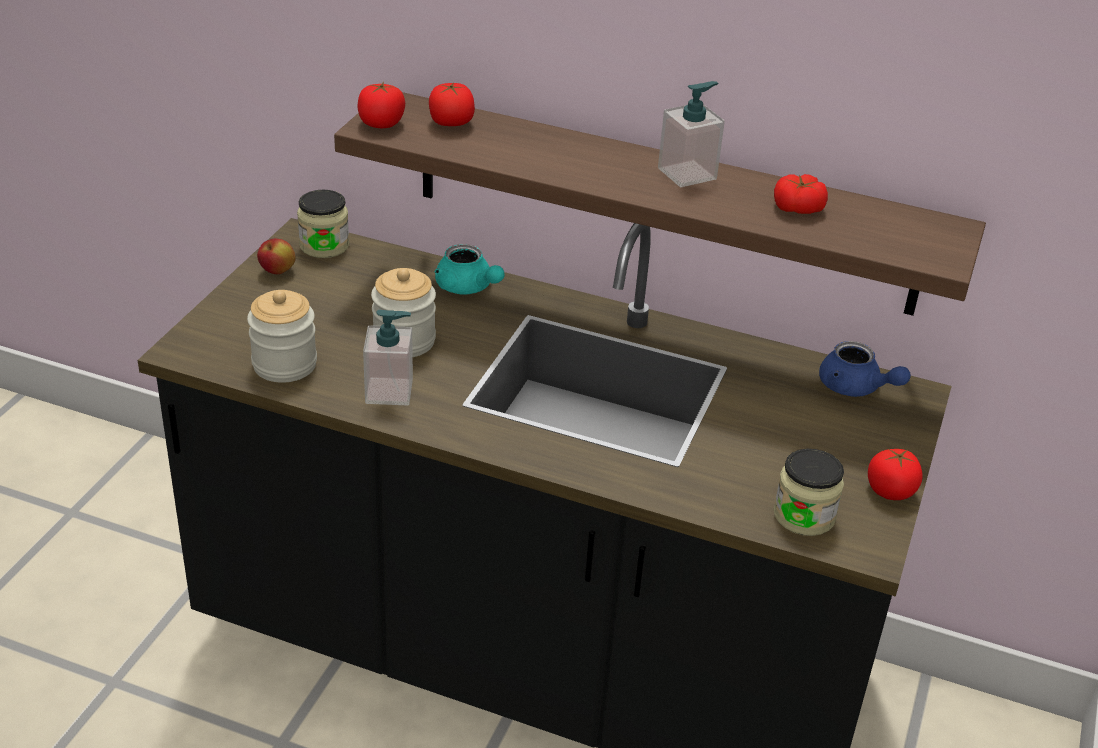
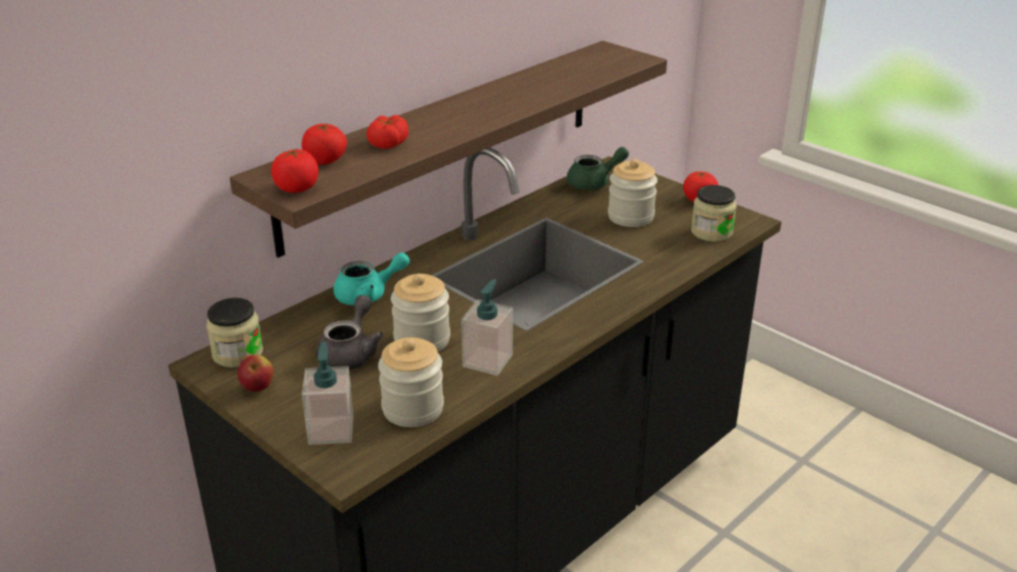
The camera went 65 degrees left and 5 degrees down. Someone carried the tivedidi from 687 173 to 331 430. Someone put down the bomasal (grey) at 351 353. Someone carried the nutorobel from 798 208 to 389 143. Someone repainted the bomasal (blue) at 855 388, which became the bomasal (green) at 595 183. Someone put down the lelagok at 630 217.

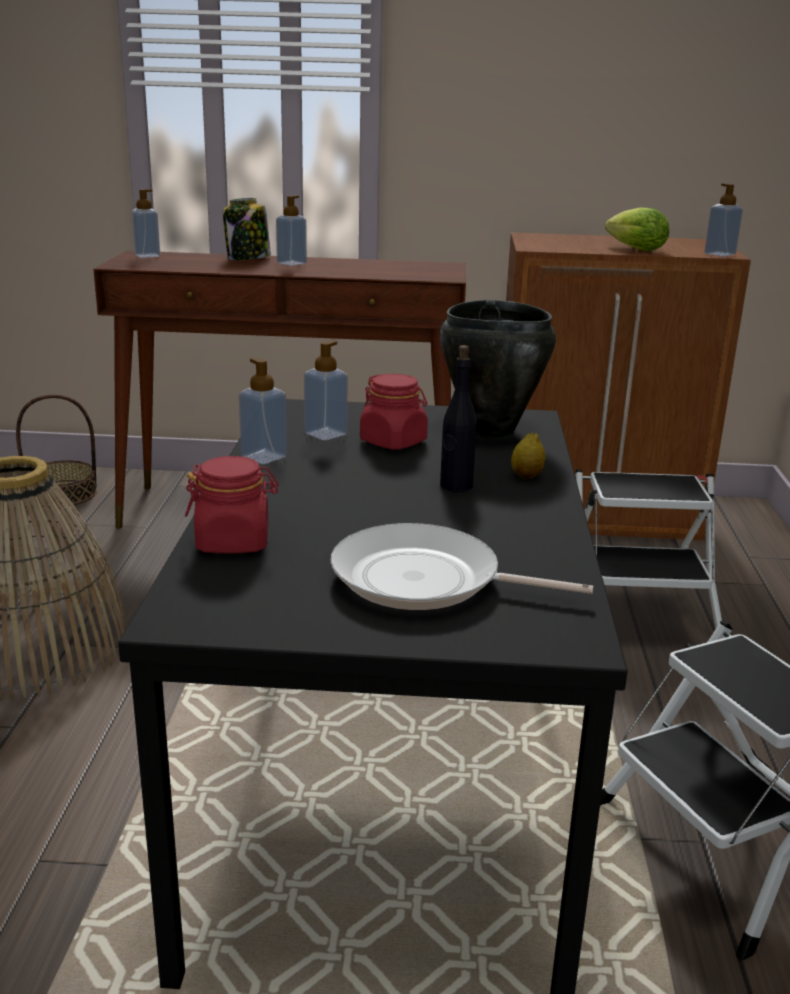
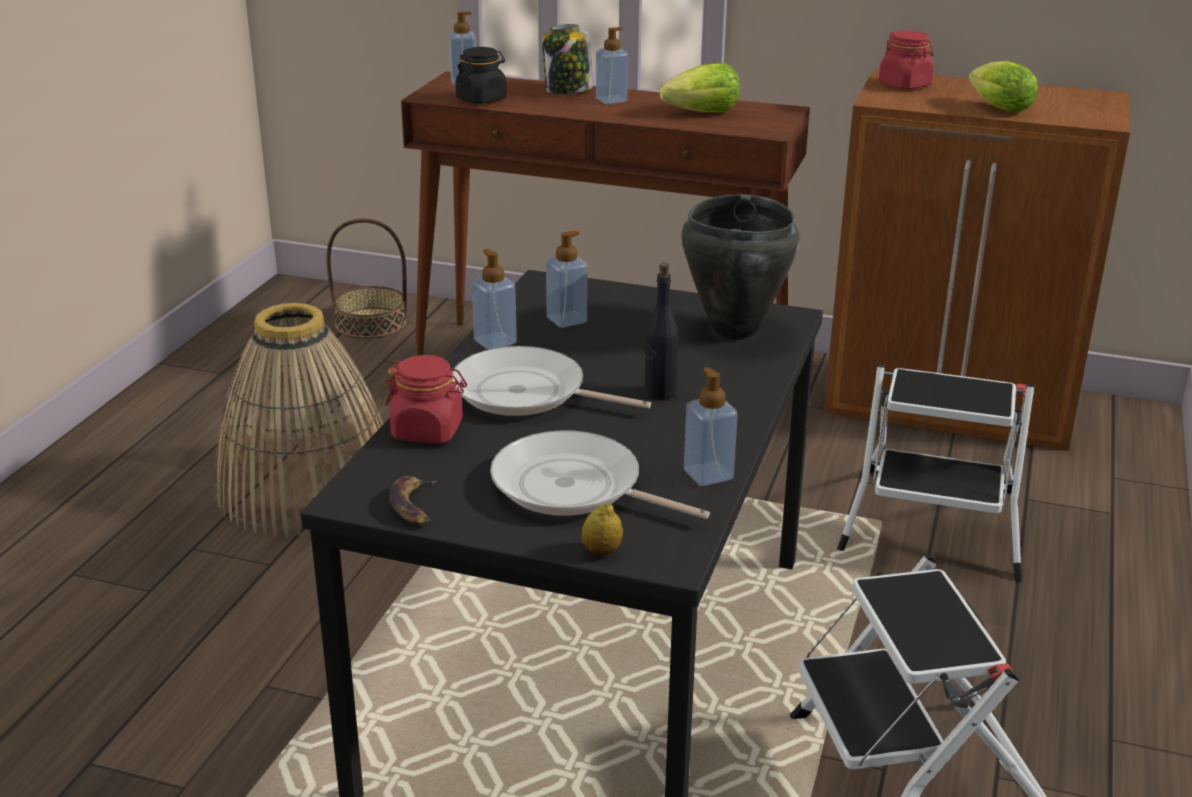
The camera went 15 degrees right and 5 degrees up. Someone put down the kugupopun at 414 506. Someone put down the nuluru at 526 393. Someone put down the lelagok (black) at 481 99. Someone carried the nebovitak from 526 476 to 602 551. Someone put down the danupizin at 703 113. Someone carried the tivedidi from 719 254 to 708 474. Someone carried the lelagok (red) from 393 442 to 905 85.

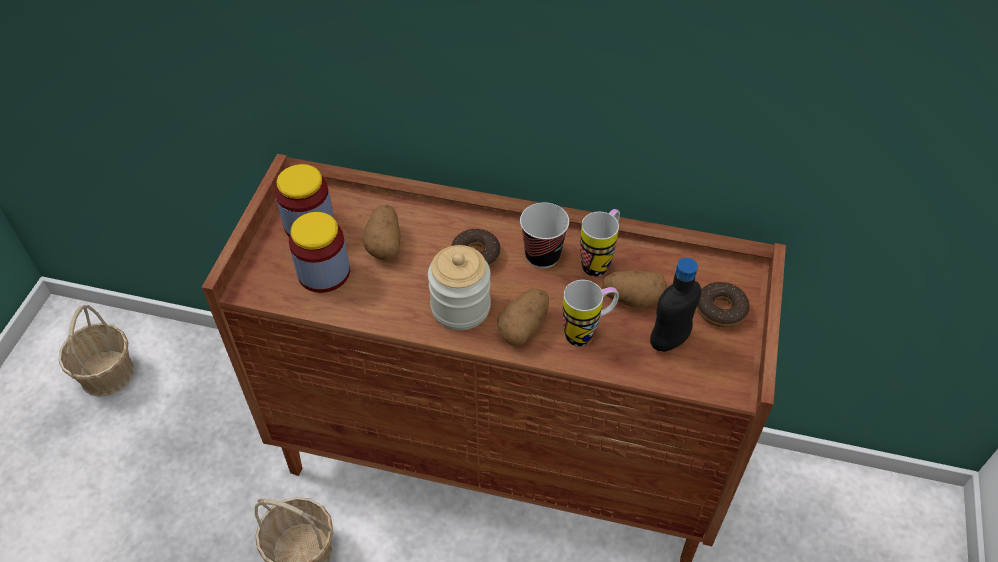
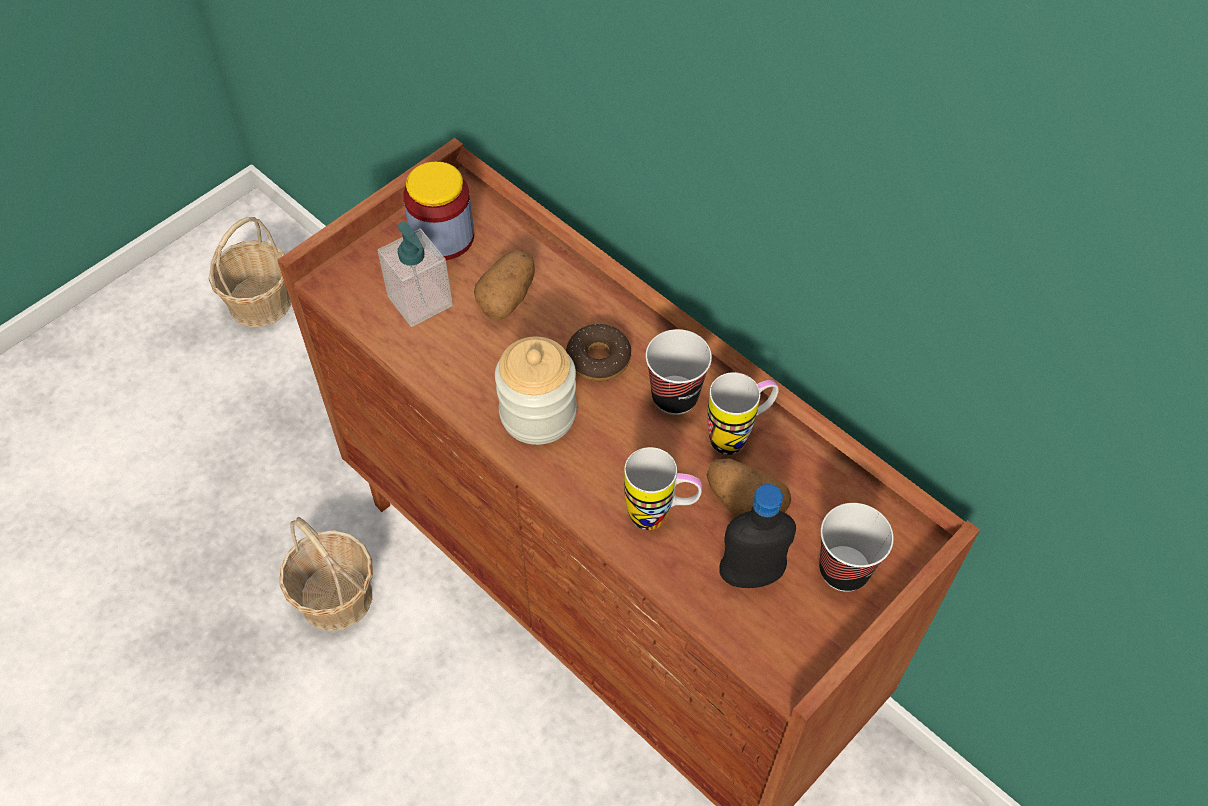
The camera went 30 degrees right and 5 degrees up. Someone swapped the lelagok at 324 272 for the tivedidi at 420 301. Someone swapped the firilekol at 721 310 for the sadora at 844 570. Someone took away the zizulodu at 524 327.

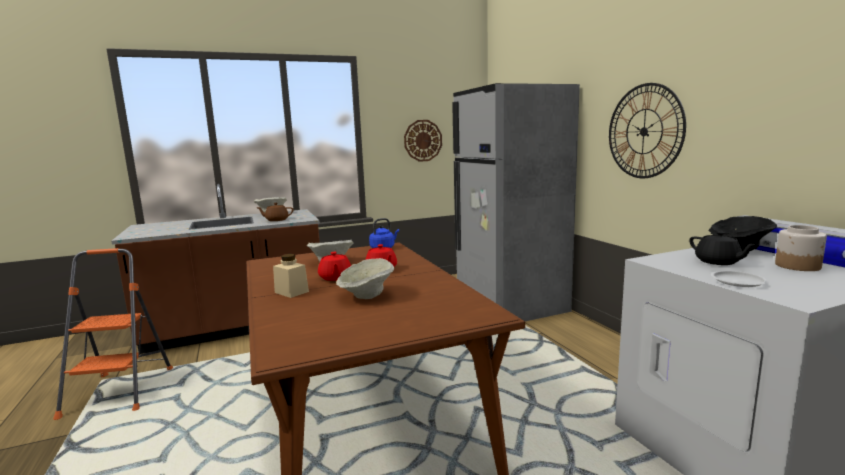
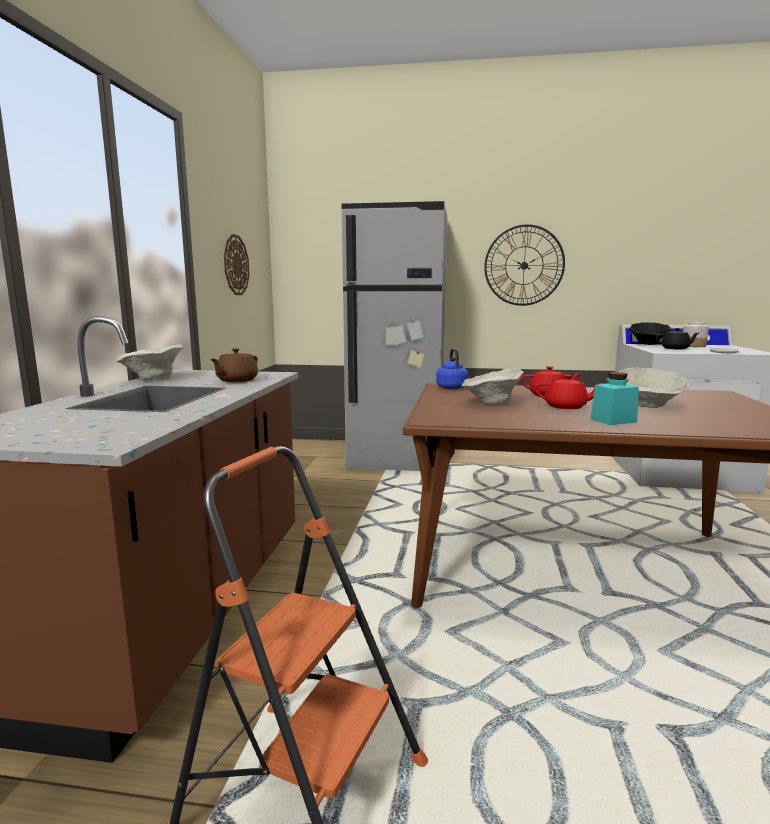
The camera went 60 degrees left and 0 degrees up. Someone repainted the lelagok (beige) at 291 292, which became the lelagok (turquoise) at 613 420.

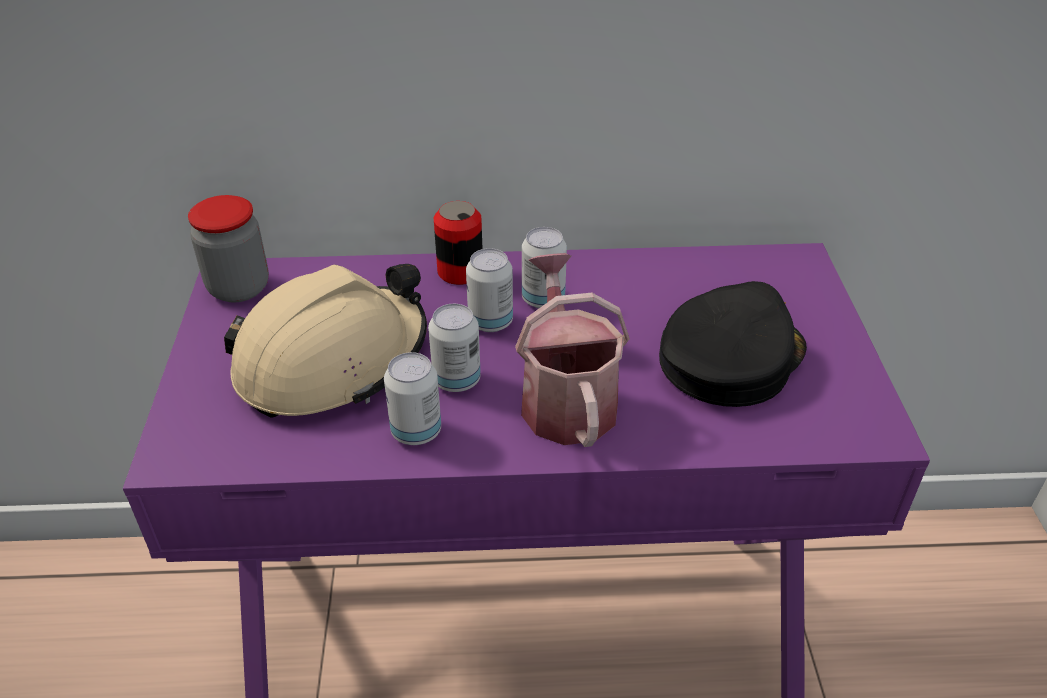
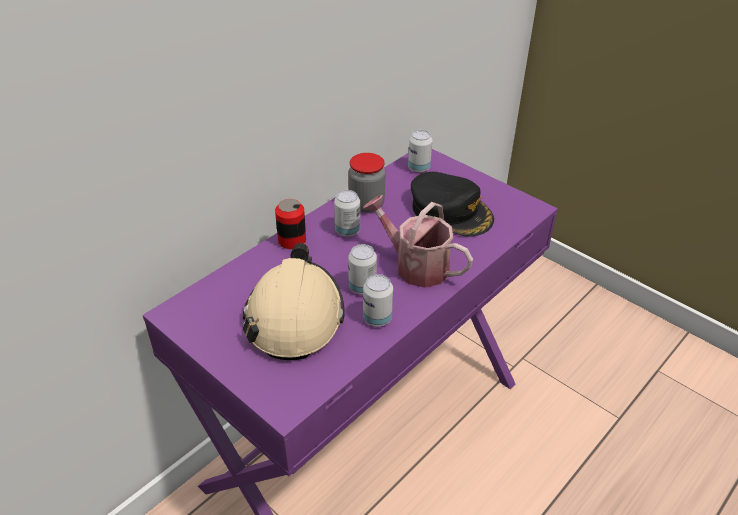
The camera went 45 degrees left and 0 degrees up. Someone carried the lelagok from 239 288 to 366 204. Someone carried the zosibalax from 490 322 to 419 168. Someone rotated the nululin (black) at 729 357 by 135 degrees clockwise.

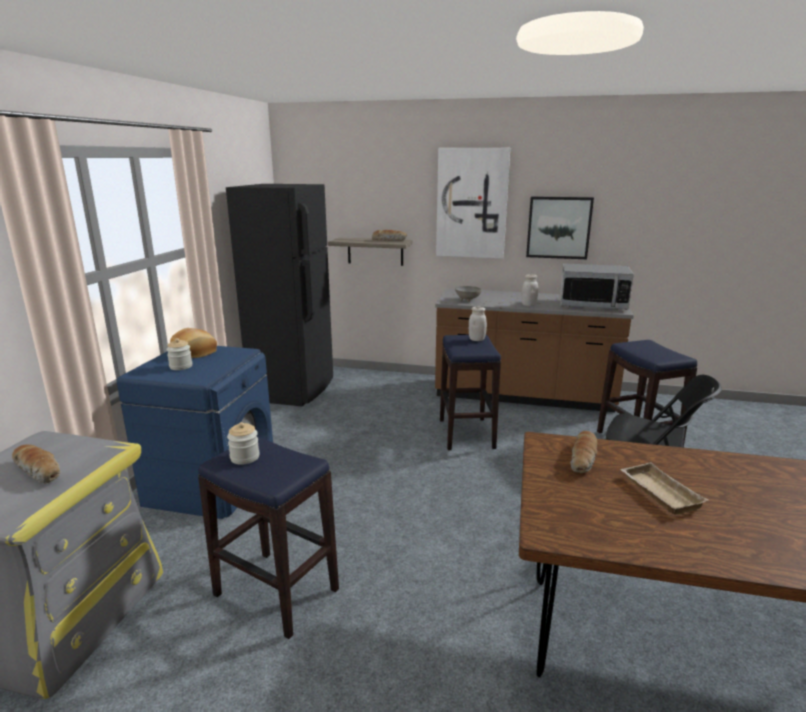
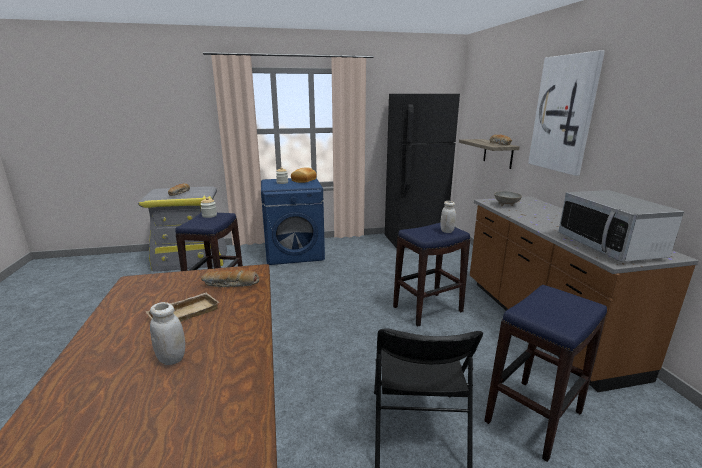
The camera went 65 degrees right and 0 degrees up. Someone carried the lelagok (white) from 528 305 to 171 358. Someone took away the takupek at 558 227.

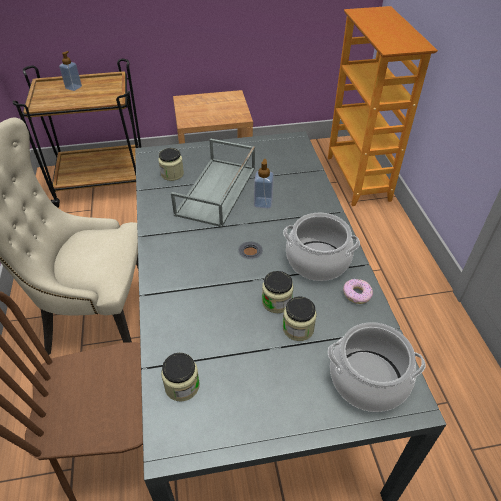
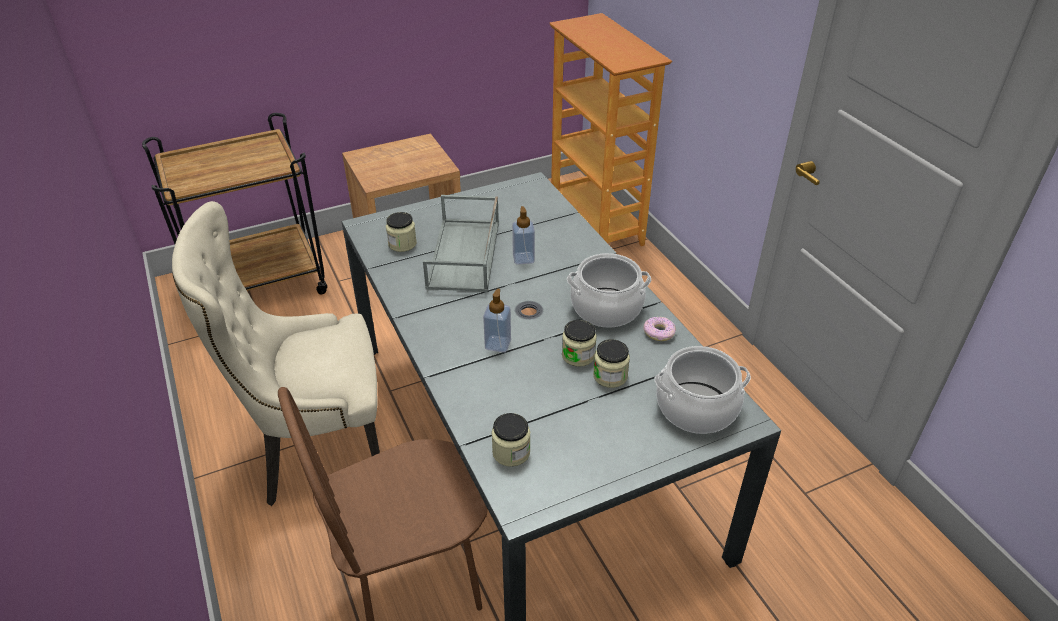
The camera went 15 degrees left and 5 degrees down. Someone carried the tivedidi from 73 87 to 498 344.

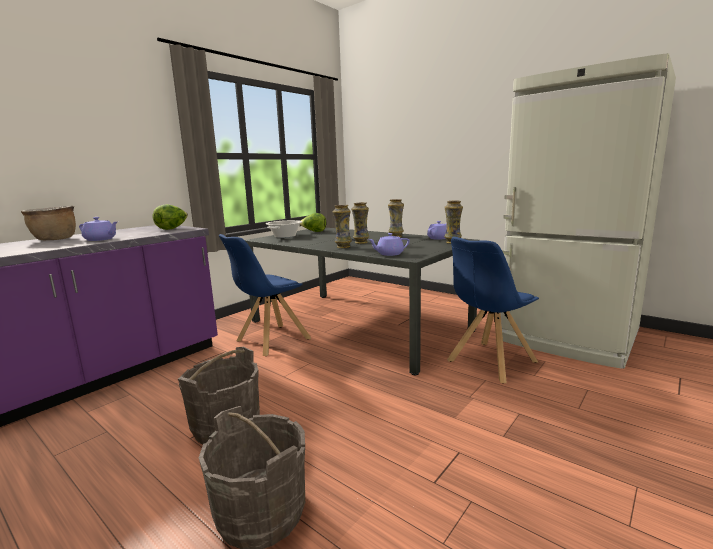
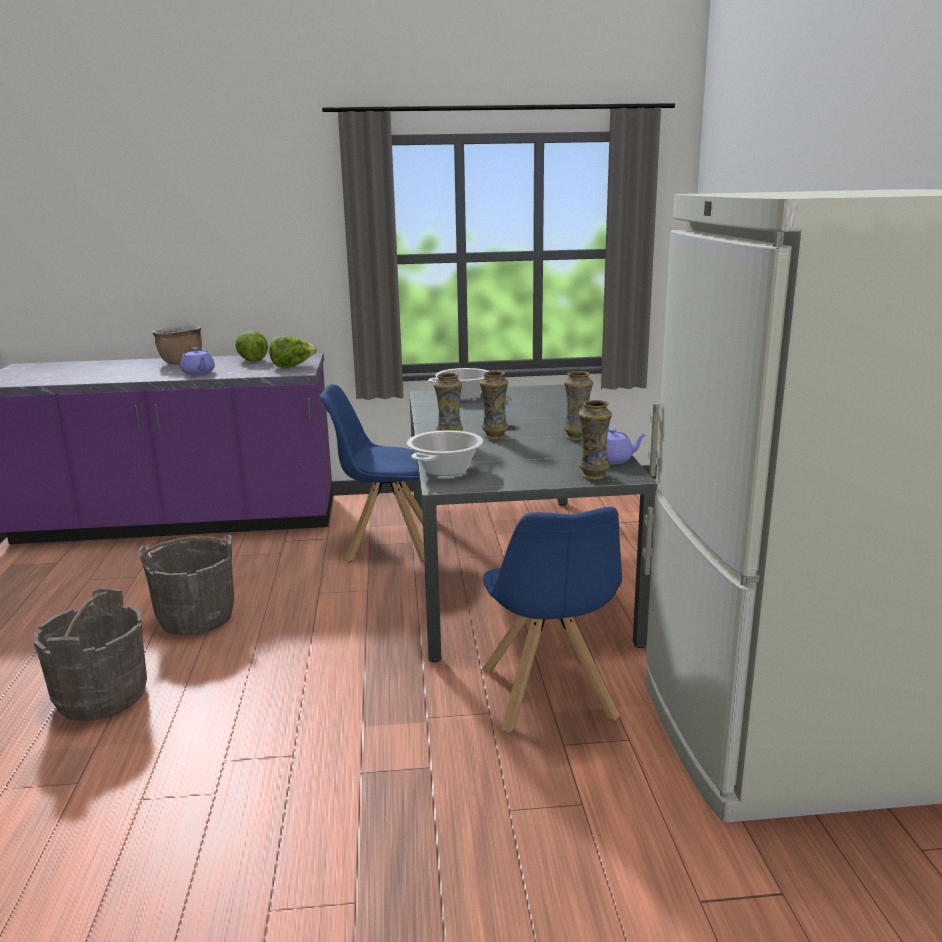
The camera went 45 degrees right and 5 degrees up. Someone carried the danupizin from 314 232 to 251 360. Someone swapped the bomasal (purple) at 389 254 for the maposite at 446 469. Someone rotated the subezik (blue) at 489 362 by 105 degrees counterclockwise.

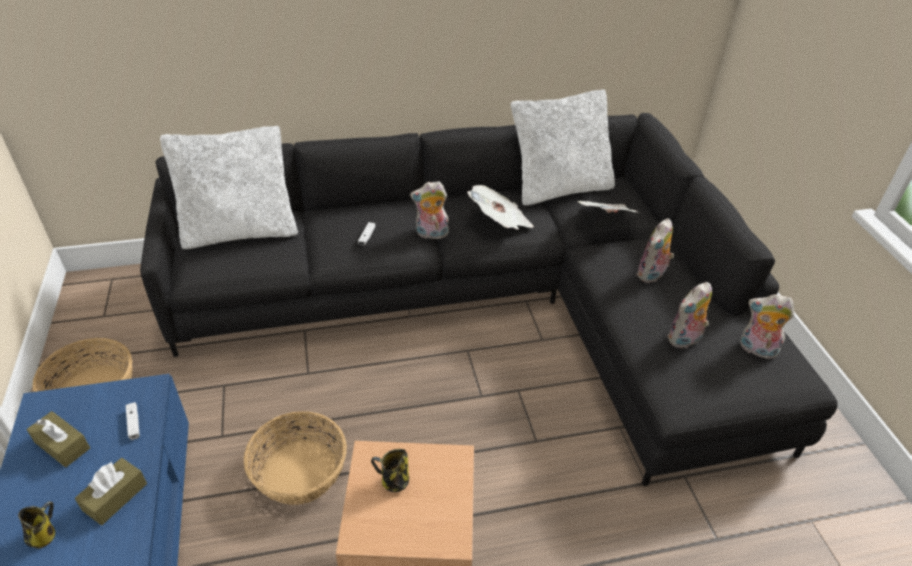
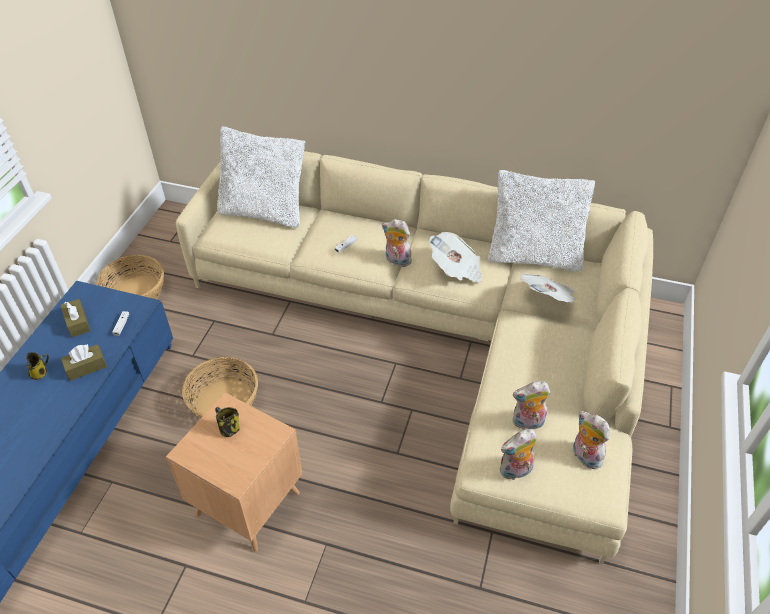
The camera went 30 degrees right and 5 degrees up. Someone repainted the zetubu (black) at 495 305, which became the zetubu (beige) at 443 335. Someone carried the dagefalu from 652 275 to 515 471.

